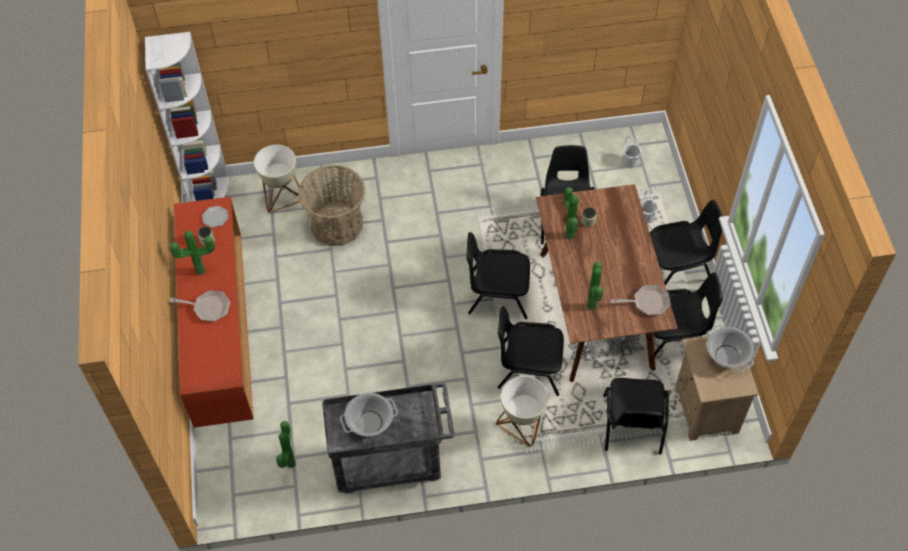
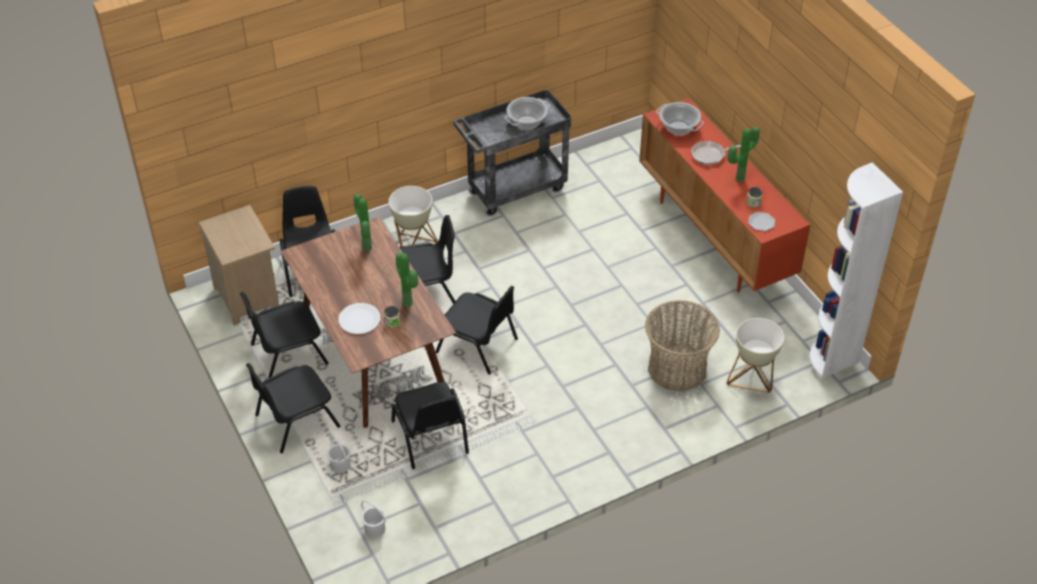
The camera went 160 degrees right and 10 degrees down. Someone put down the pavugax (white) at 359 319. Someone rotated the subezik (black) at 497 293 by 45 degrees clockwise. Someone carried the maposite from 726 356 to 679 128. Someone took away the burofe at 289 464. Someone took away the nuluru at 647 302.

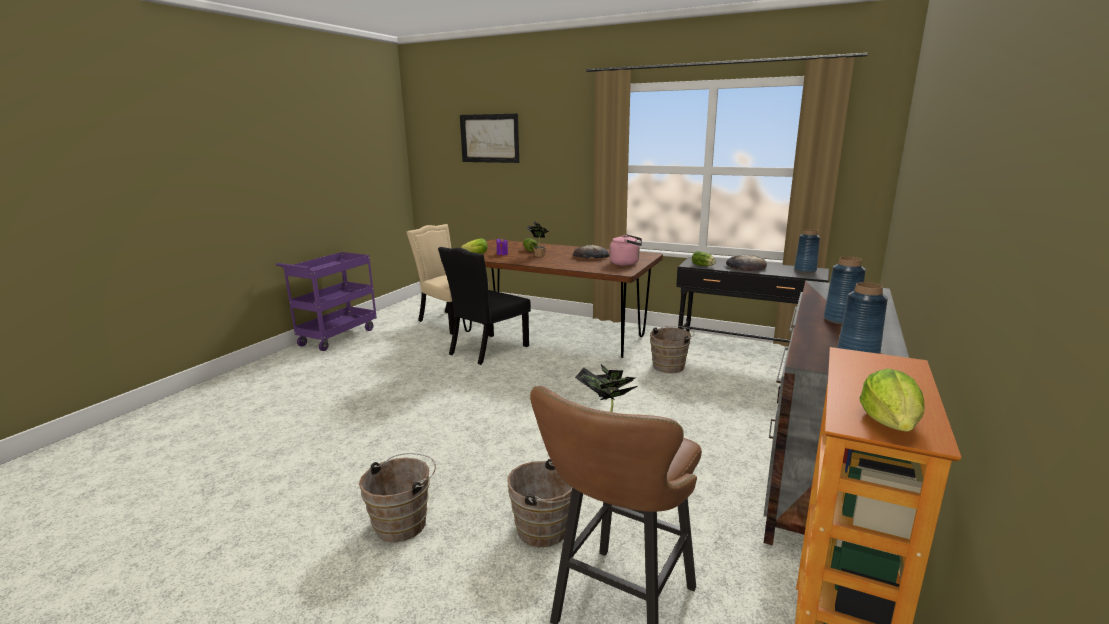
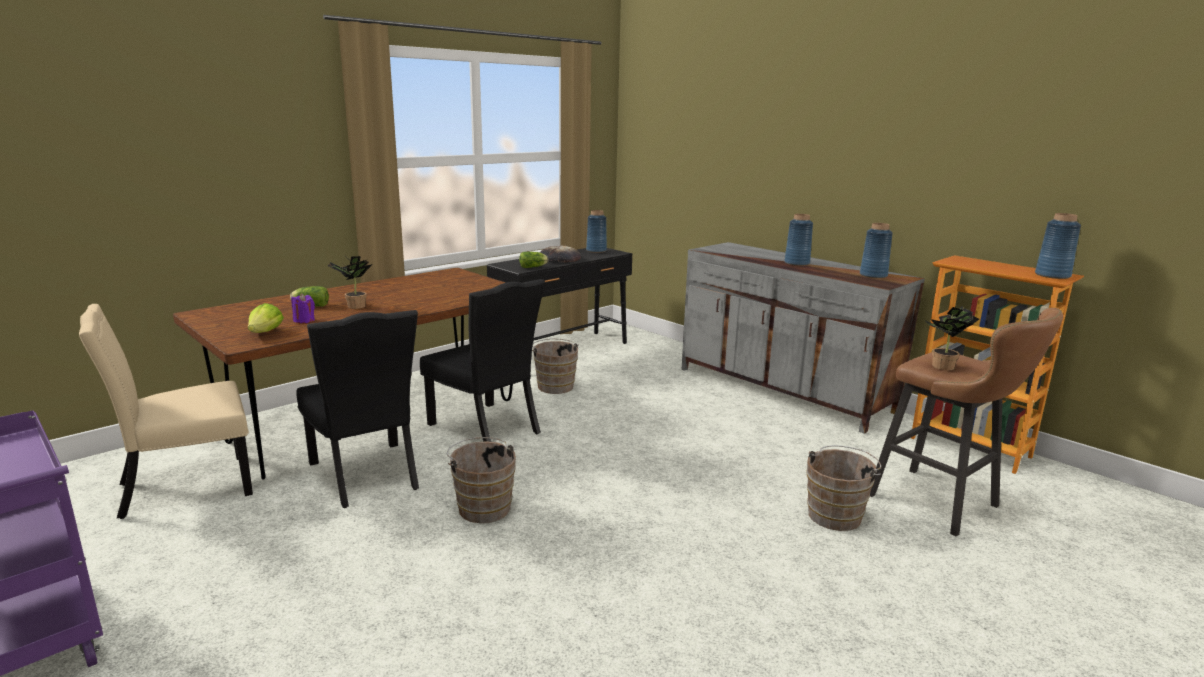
The camera went 70 degrees left and 0 degrees up. Someone put down the subezik (black) at 485 427. Someone carried the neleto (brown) from 404 522 to 483 506. Someone swapped the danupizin at 891 424 for the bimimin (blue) at 1052 275. Someone took away the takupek at 489 138. Someone took away the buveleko at 591 256. Someone took away the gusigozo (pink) at 626 263.

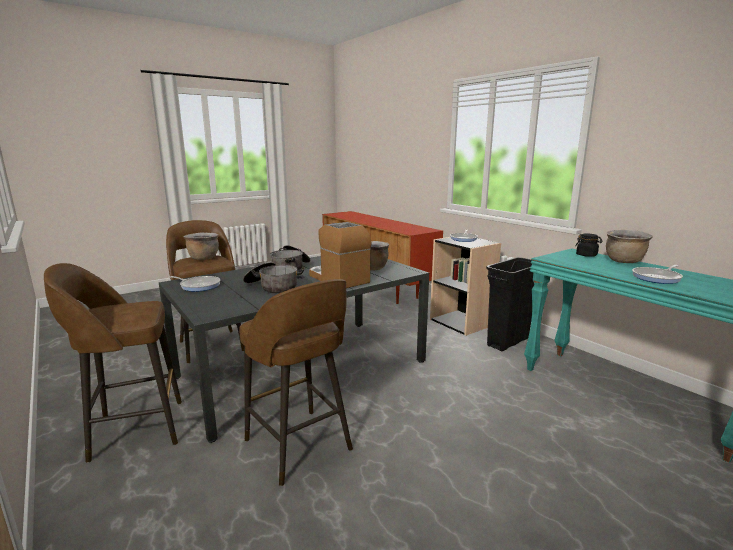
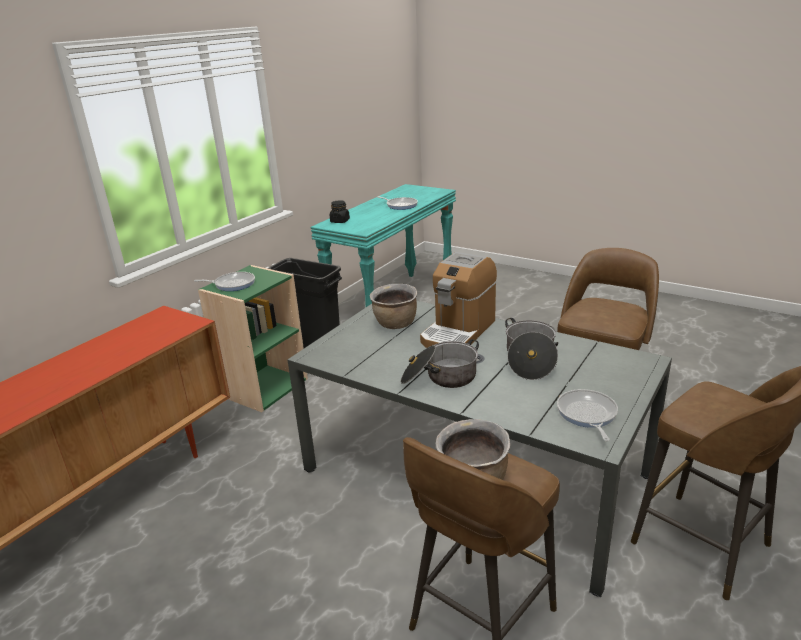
The camera went 110 degrees left and 10 degrees up. Someone repainted the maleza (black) at 462 322, which became the maleza (green) at 264 387. Someone took away the maposite (brown) at 624 261.

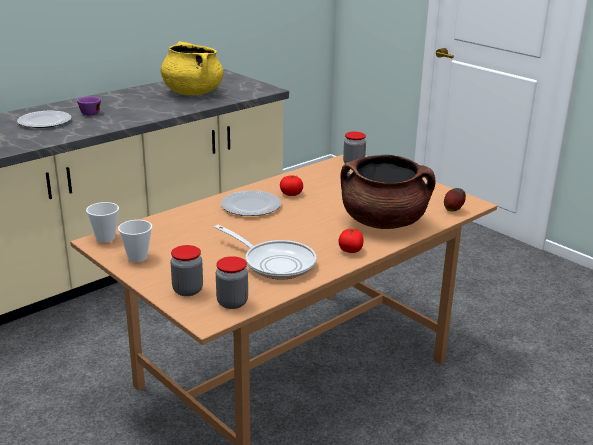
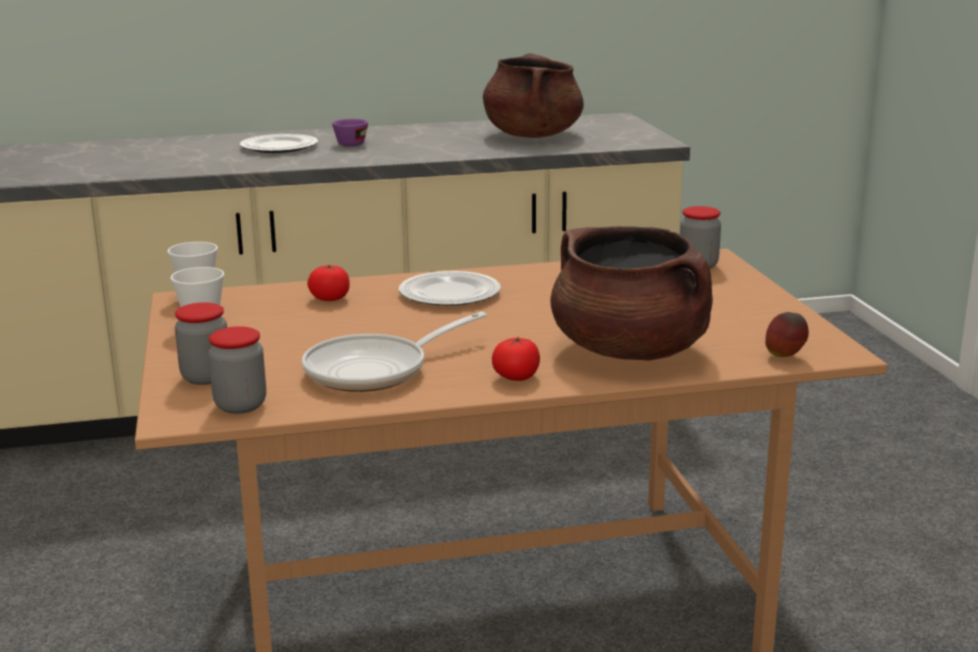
The camera went 30 degrees right and 5 degrees down. Someone rotated the nuluru at 275 263 by 75 degrees clockwise. Someone carried the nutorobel from 291 194 to 330 298. Someone repainted the maposite (yellow) at 192 92, which became the maposite (brown) at 532 135.

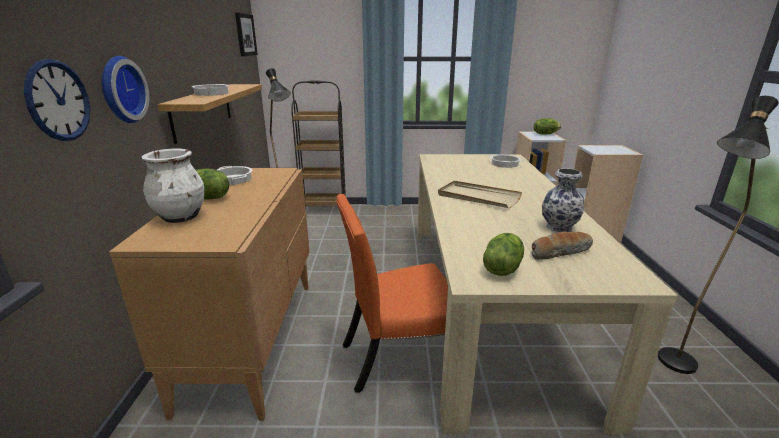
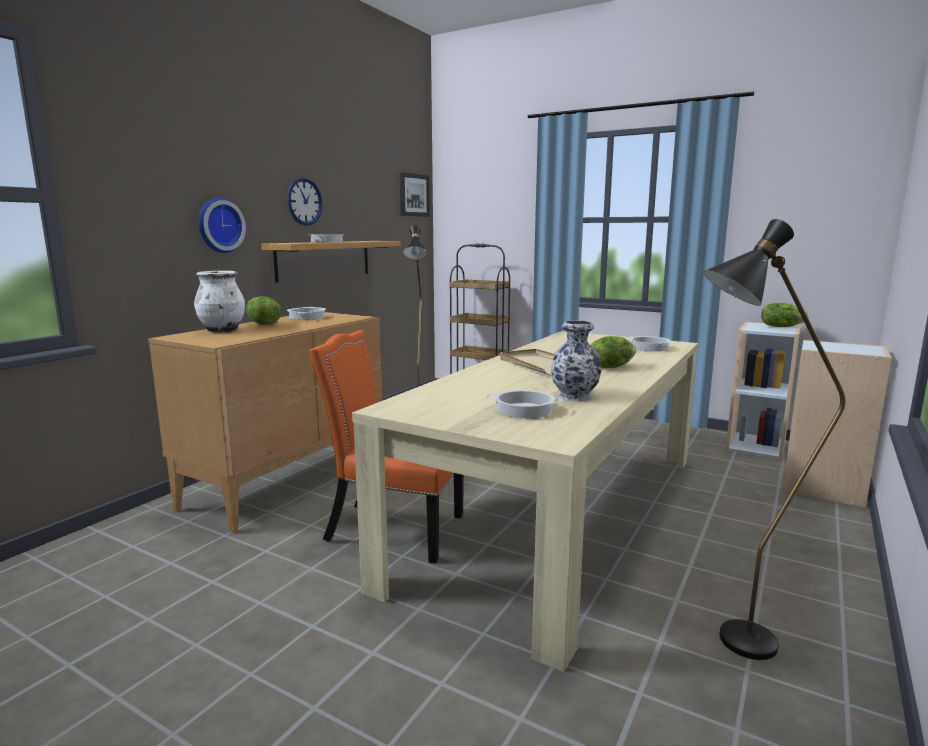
The camera went 30 degrees right and 10 degrees down. Someone carried the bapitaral from 58 101 to 304 201. Someone swapped the buveleko at 560 252 for the maposite at 524 410. Someone carried the danupizin from 502 268 to 611 367.

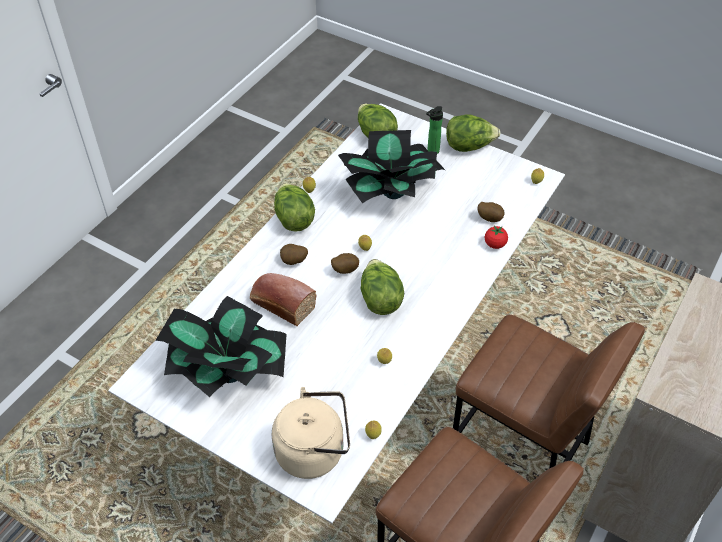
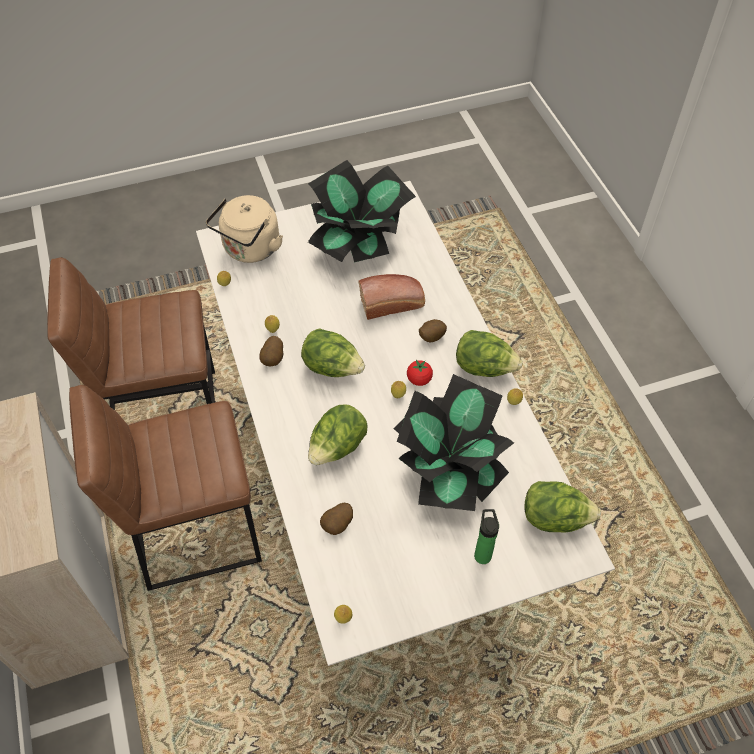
The camera went 130 degrees right and 5 degrees up. Someone carried the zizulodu from 344 270 to 273 359. Someone carried the danupizin from 469 146 to 337 448. Someone carried the nutorobel from 495 244 to 419 380.

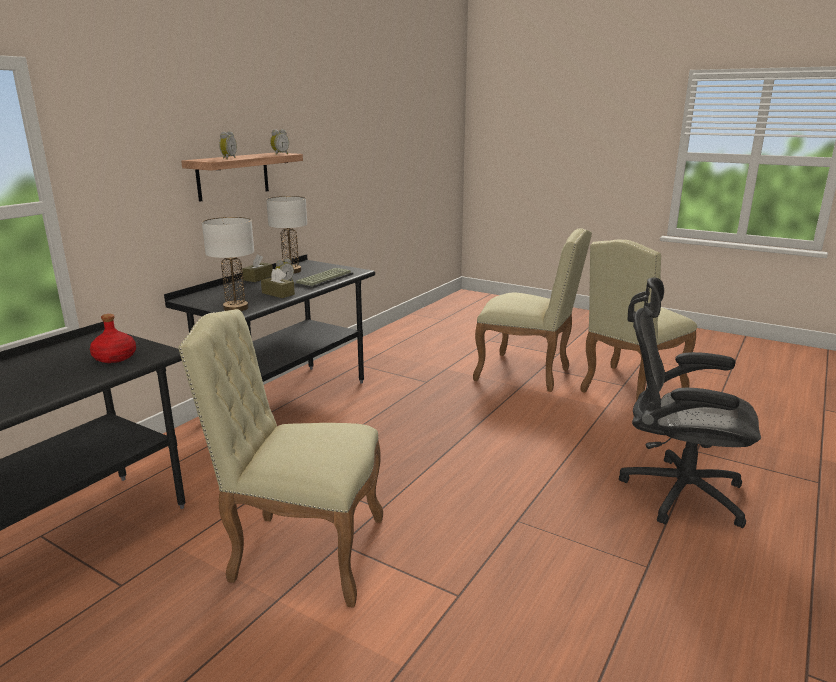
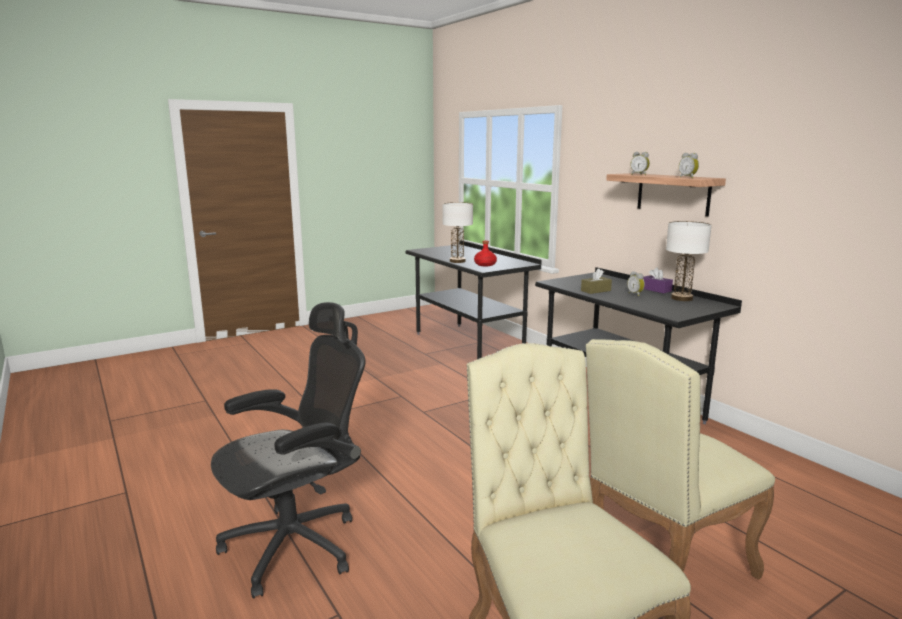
The camera went 115 degrees right and 5 degrees down. Someone carried the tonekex from 236 308 to 457 261. Someone repainted the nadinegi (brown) at 258 278, which became the nadinegi (purple) at 656 289. Someone took away the subezik (beige) at 304 552. Someone took away the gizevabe at 324 279.

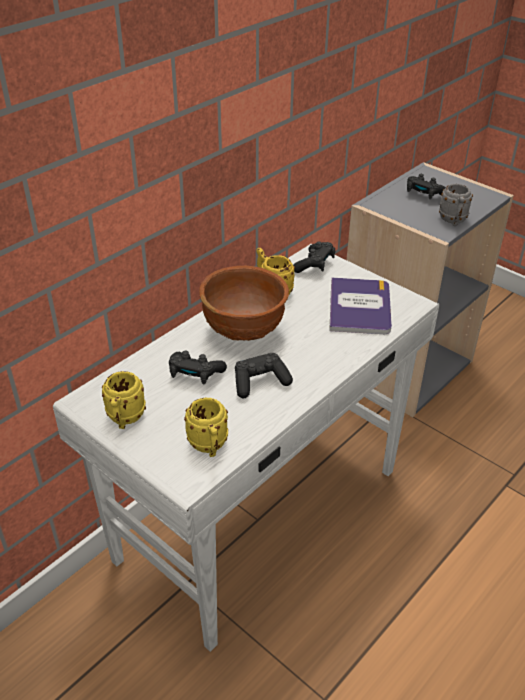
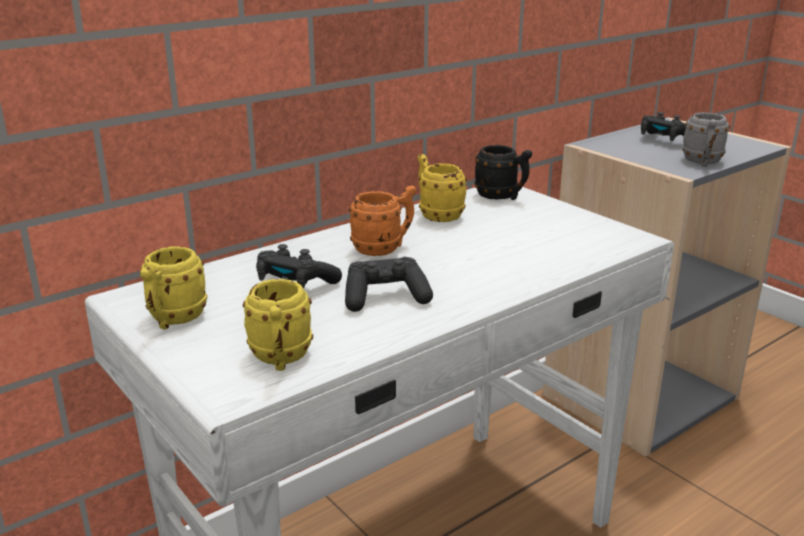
The camera went 10 degrees right and 15 degrees down. Someone swapped the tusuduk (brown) at 245 331 for the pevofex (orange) at 384 248. Someone swapped the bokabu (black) at 314 265 for the pevofex (black) at 502 196. Someone took away the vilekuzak at 359 307.

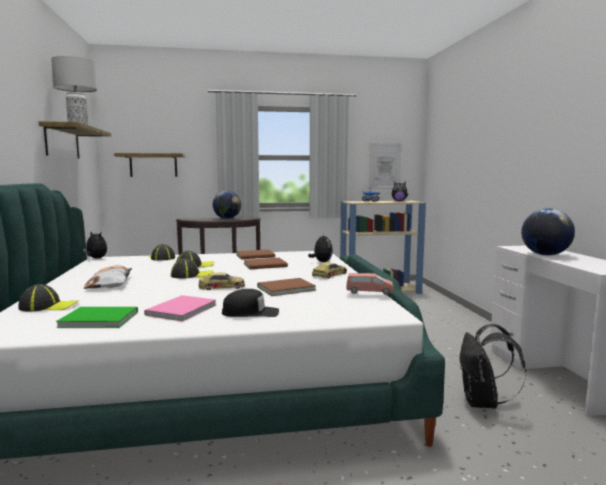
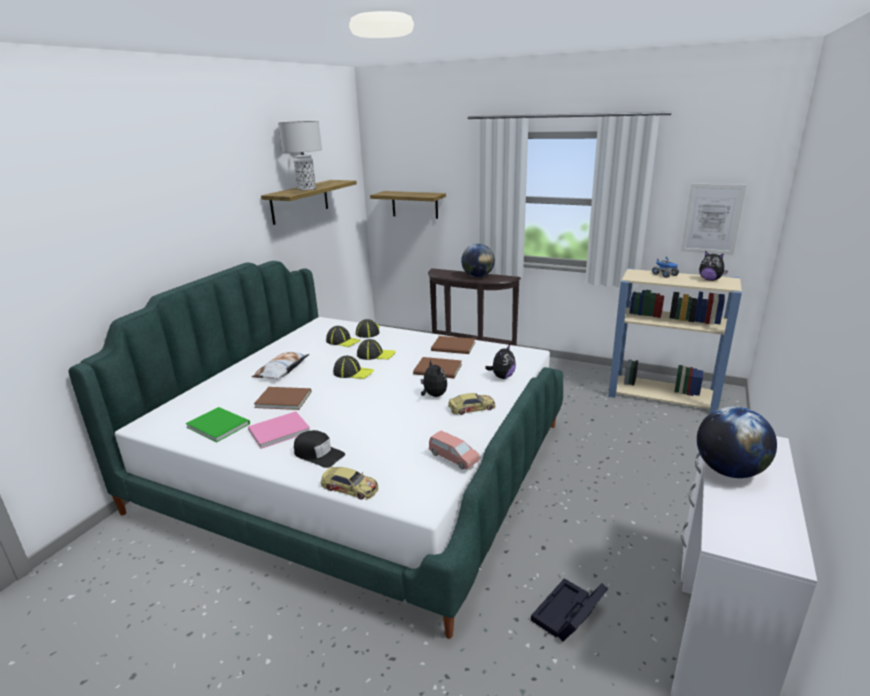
The camera went 35 degrees right and 15 degrees up. Someone carried the vilekuzak (brown) from 284 288 to 282 399. Someone carried the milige from 222 287 to 350 487. Someone carried the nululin from 49 306 to 343 341. Someone carried the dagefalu from 96 258 to 433 395. Someone swapped the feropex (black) at 483 403 for the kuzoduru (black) at 568 615.

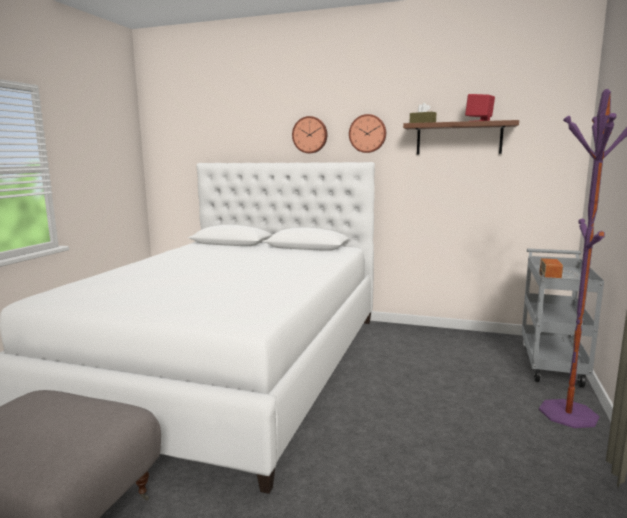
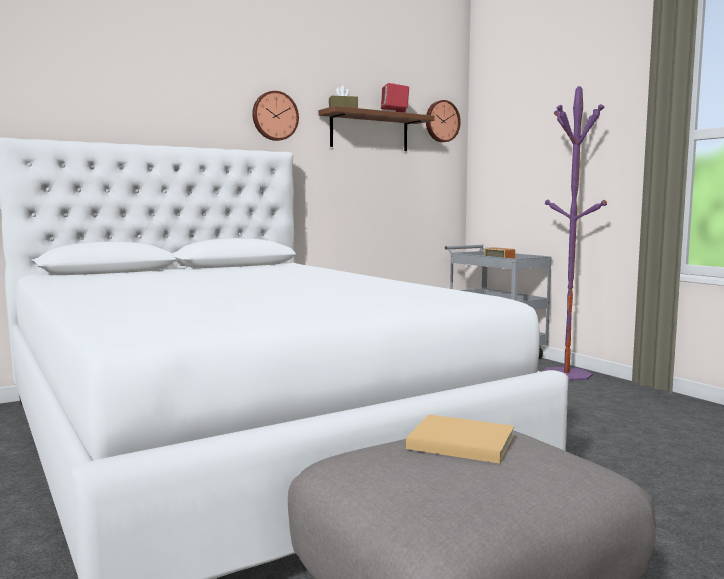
The camera went 50 degrees left and 5 degrees down. Someone put down the vilekuzak (beige) at 458 442. Someone carried the bapitaral from 310 135 to 441 121.

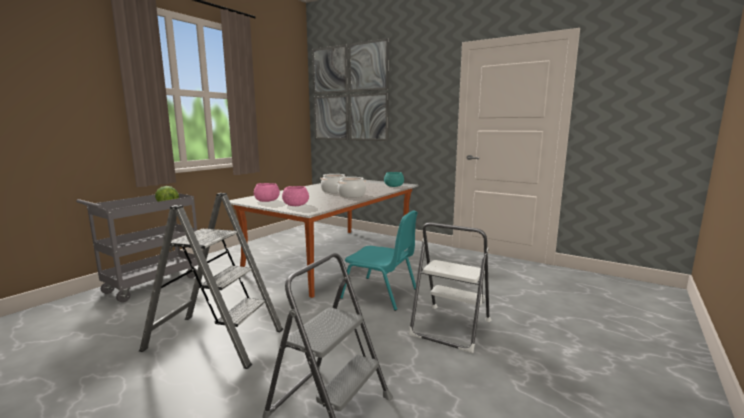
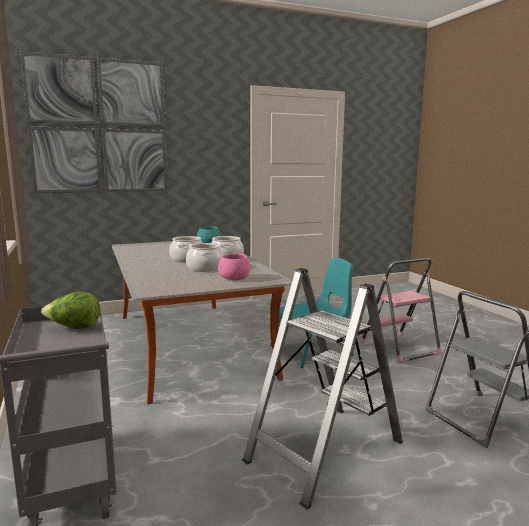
The camera went 55 degrees left and 0 degrees up. Someone put down the maposite at 205 268. Someone repainted the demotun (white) at 449 328, which became the demotun (pink) at 401 348. Someone took away the tusuduk (pink) at 267 200.

